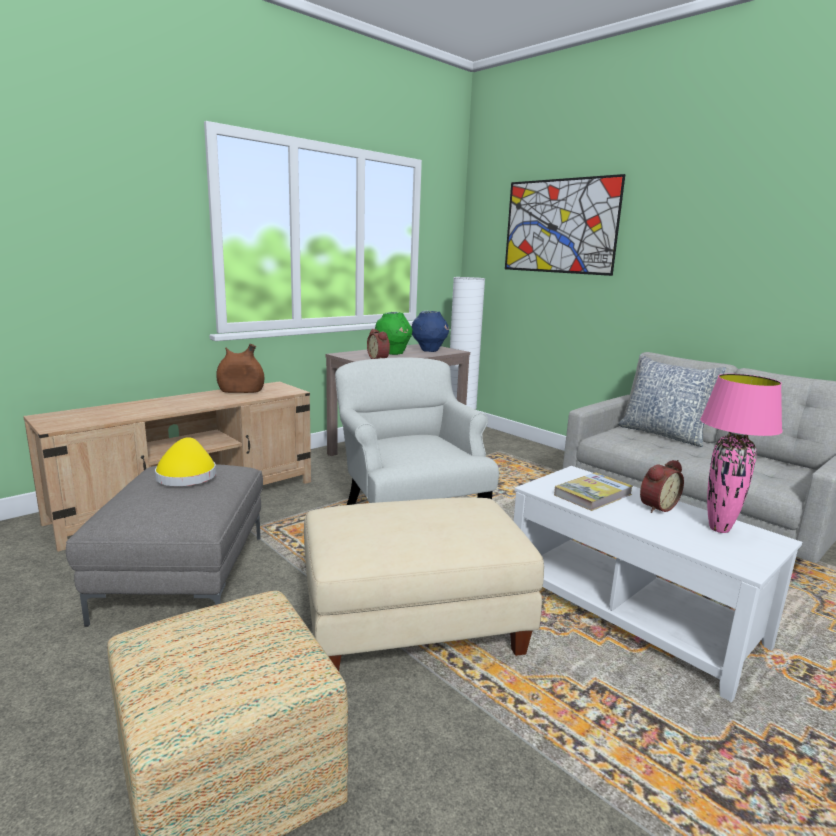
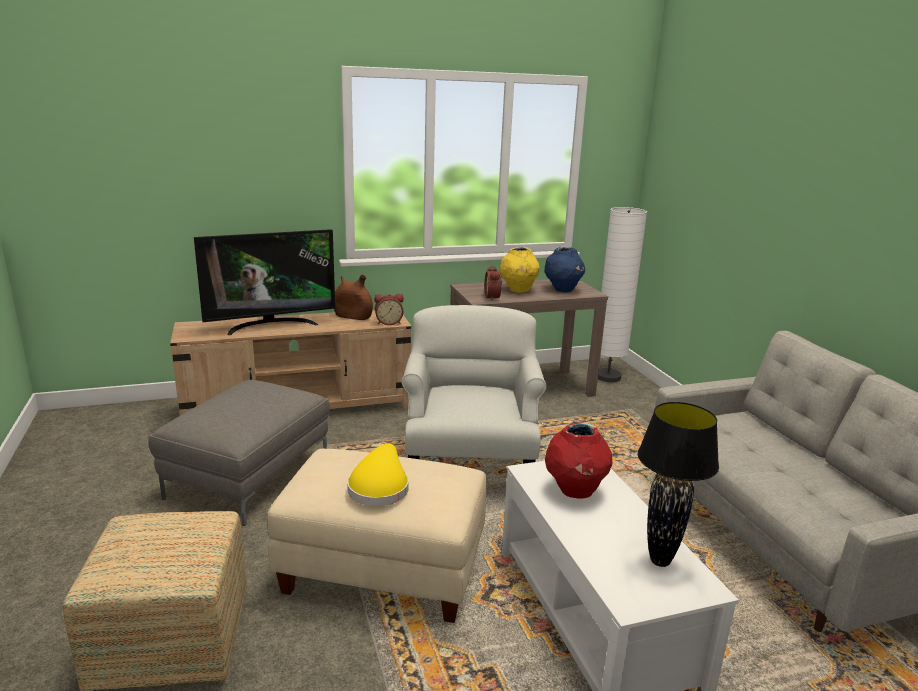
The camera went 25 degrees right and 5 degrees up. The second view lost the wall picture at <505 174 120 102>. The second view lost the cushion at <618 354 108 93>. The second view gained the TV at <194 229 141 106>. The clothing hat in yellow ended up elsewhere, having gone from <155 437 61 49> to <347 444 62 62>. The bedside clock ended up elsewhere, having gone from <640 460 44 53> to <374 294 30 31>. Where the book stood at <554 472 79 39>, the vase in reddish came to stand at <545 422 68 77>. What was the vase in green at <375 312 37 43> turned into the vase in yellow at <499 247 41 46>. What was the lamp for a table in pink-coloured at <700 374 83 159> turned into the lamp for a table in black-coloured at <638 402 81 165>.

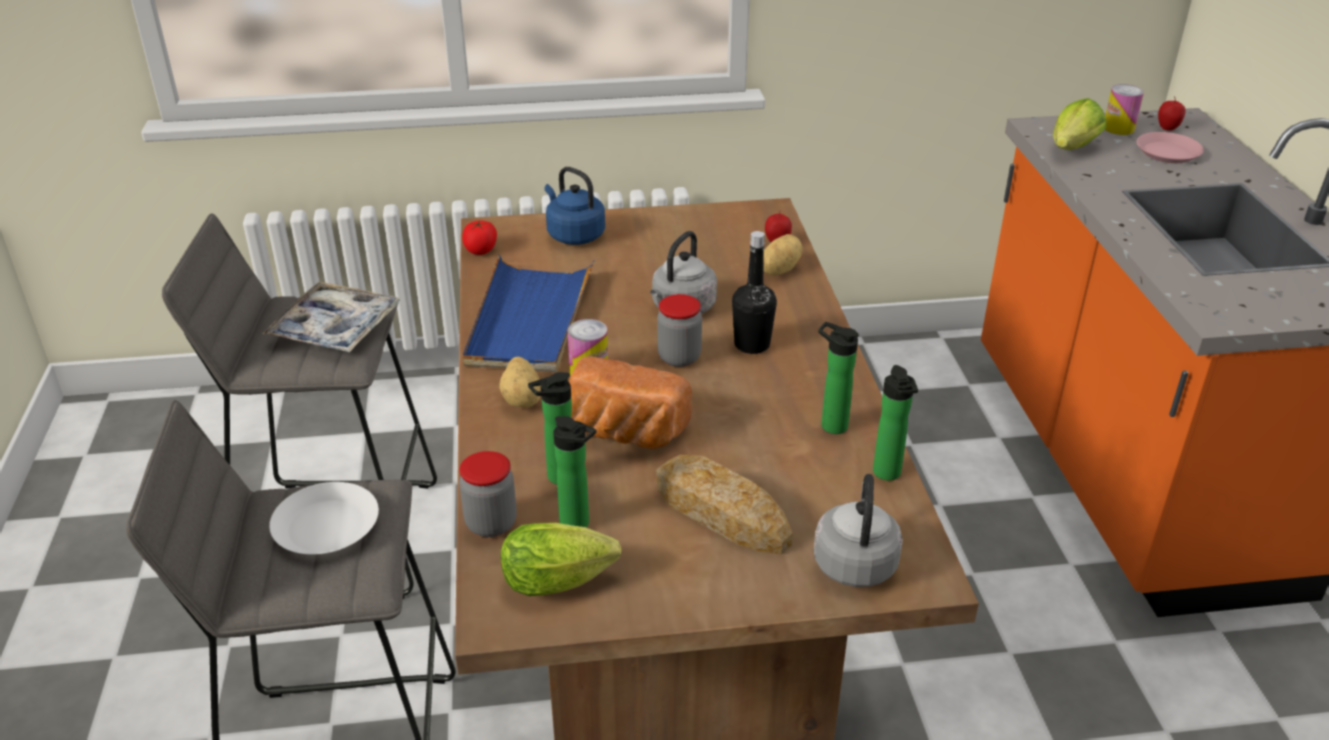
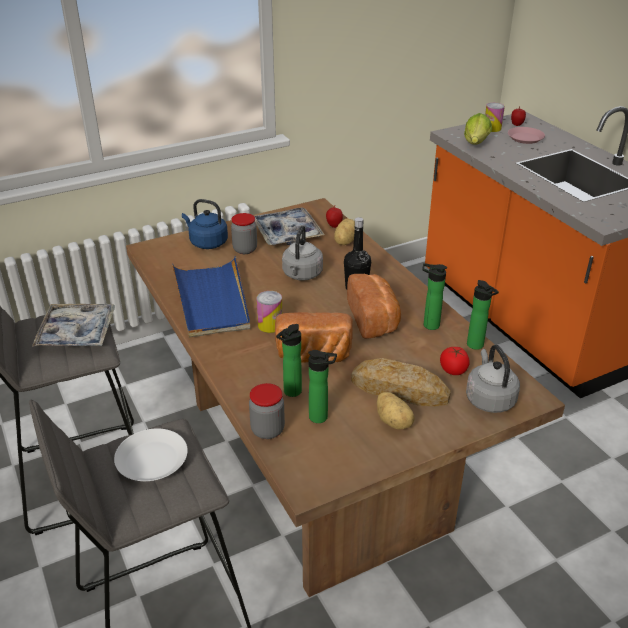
The camera went 20 degrees left and 0 degrees up. The second view lost the lettuce head at <501 523 121 73>. The second view gained the carrying tray at <254 207 71 38>. The second view gained the bread at <347 274 54 65>. The whole tomato ended up elsewhere, having gone from <462 220 35 35> to <440 347 30 28>. The spud ended up elsewhere, having gone from <499 357 42 50> to <377 392 38 38>. The preserve jar ended up elsewhere, having gone from <657 294 45 73> to <231 213 26 41>.

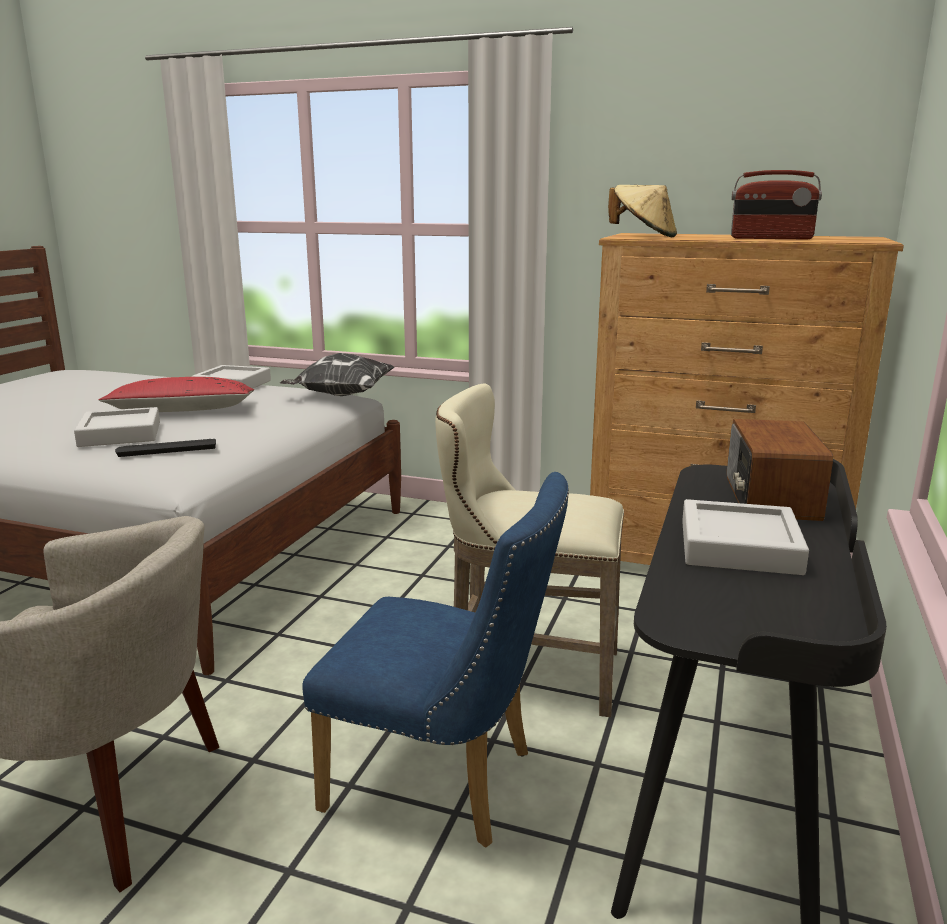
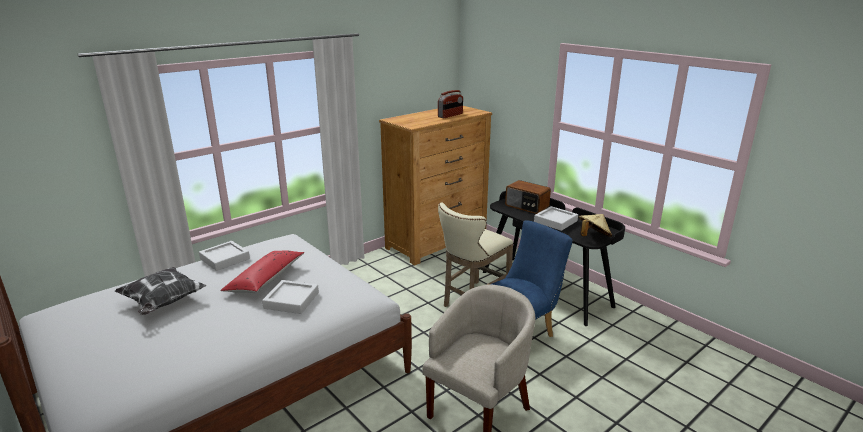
The camera went 60 degrees left and 5 degrees up. The second view lost the PC keyboard at <115 439 101 18>. The cushion ended up elsewhere, having gone from <280 353 114 43> to <115 267 91 48>. The clothing hat in beige ended up elsewhere, having gone from <608 185 69 52> to <578 214 34 23>.

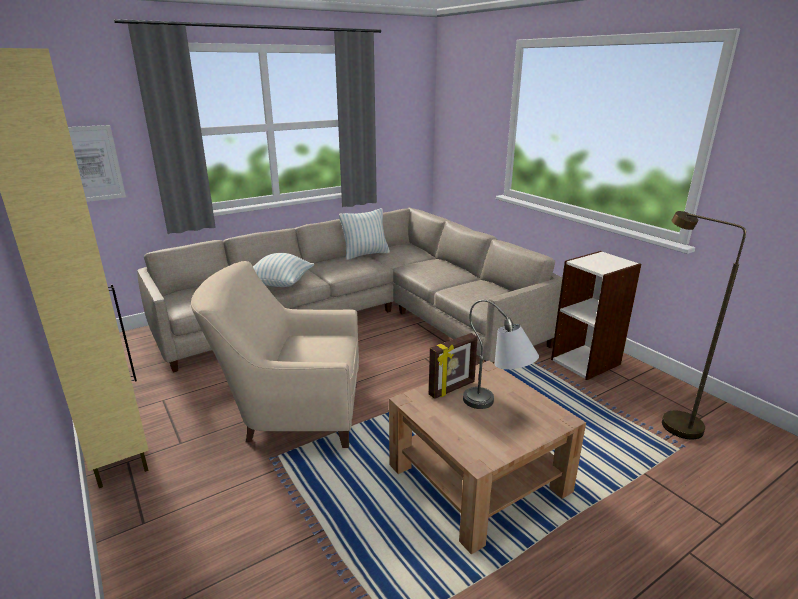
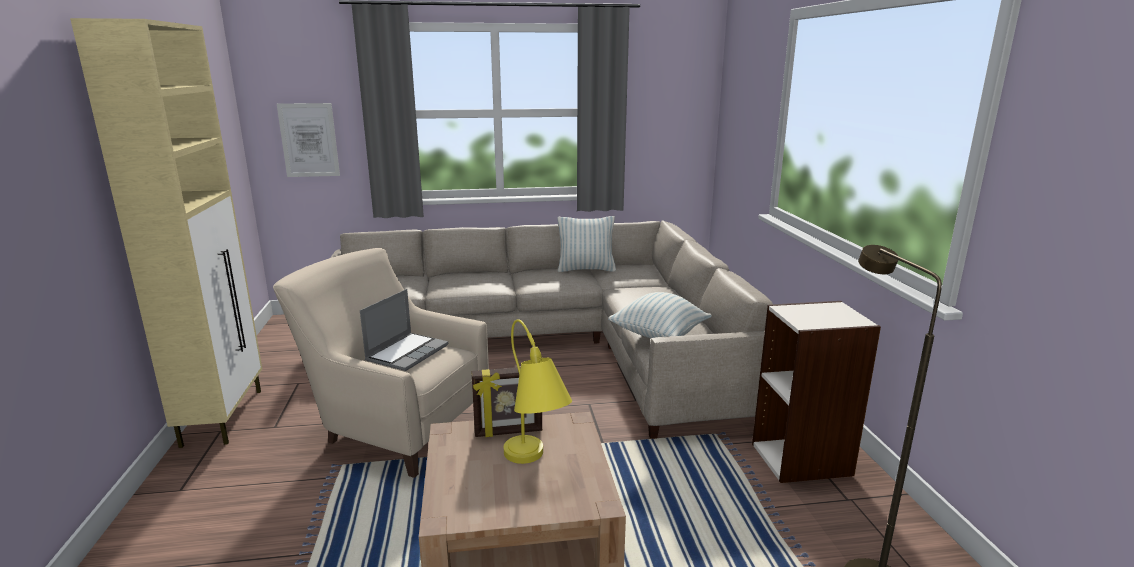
The camera went 25 degrees right and 5 degrees down. The second view gained the laptop at <360 289 88 82>. The cushion ended up elsewhere, having gone from <253 253 61 34> to <608 292 104 47>. What was the lamp for a table in gray at <463 300 76 109> turned into the lamp for a table in yellow at <504 319 68 145>.

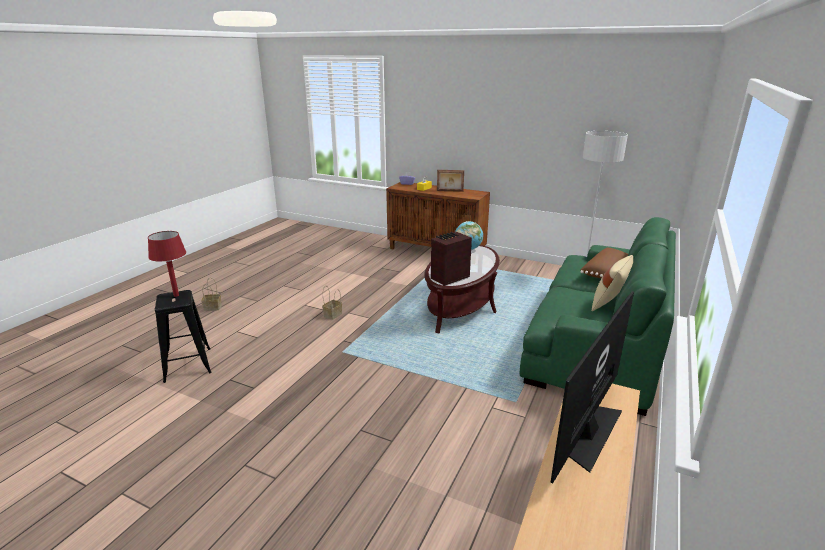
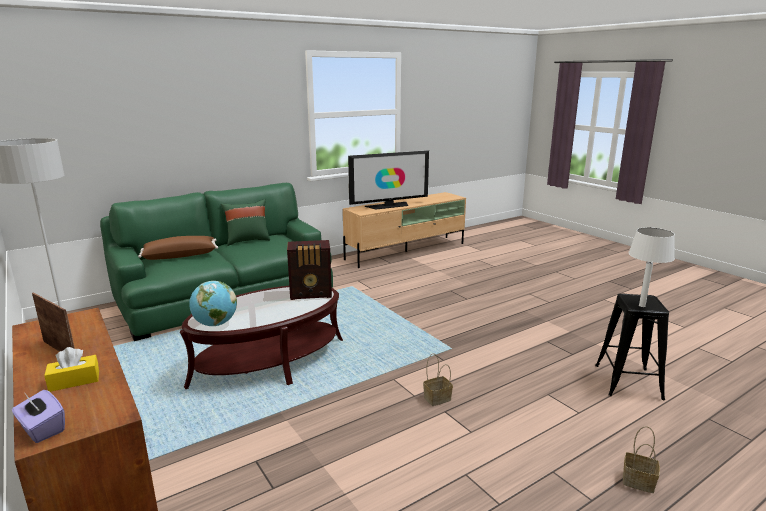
The camera went 150 degrees left and 5 degrees down. What was the lamp for a table in reddish at <148 231 38 66> turned into the lamp for a table in white at <628 227 47 80>. What was the cushion in beige at <592 255 41 57> turned into the cushion in green at <221 199 49 47>.

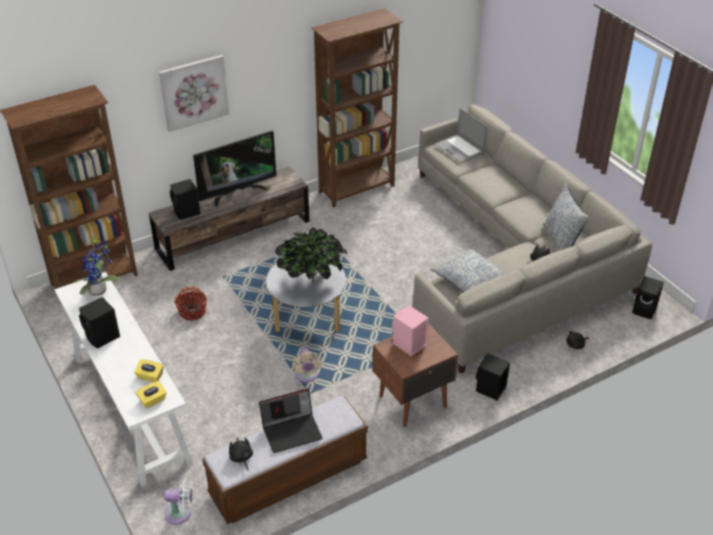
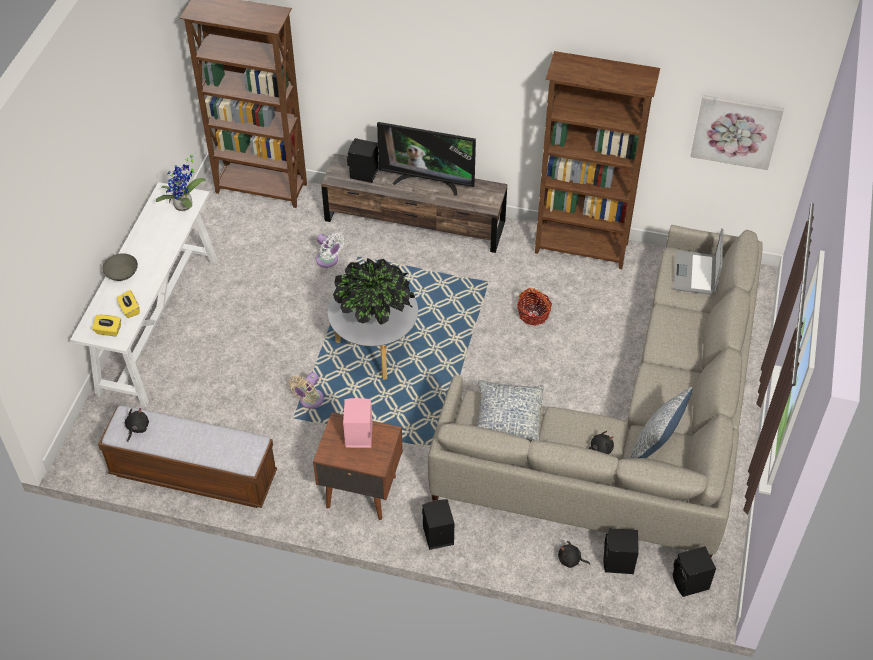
The camera went 45 degrees right and 10 degrees up. The second view lost the laptop at <259 388 63 65>. The second view gained the serving bowl in gray at <102 253 36 28>. The loudspeaker in black-coloured ended up elsewhere, having gone from <79 297 41 52> to <603 528 36 46>. The wall picture ended up elsewhere, having gone from <159 55 70 77> to <690 95 94 75>. The fan in white ended up elsewhere, having gone from <164 478 29 47> to <316 233 28 35>. The basket ended up elsewhere, having gone from <174 287 33 34> to <517 288 35 38>.

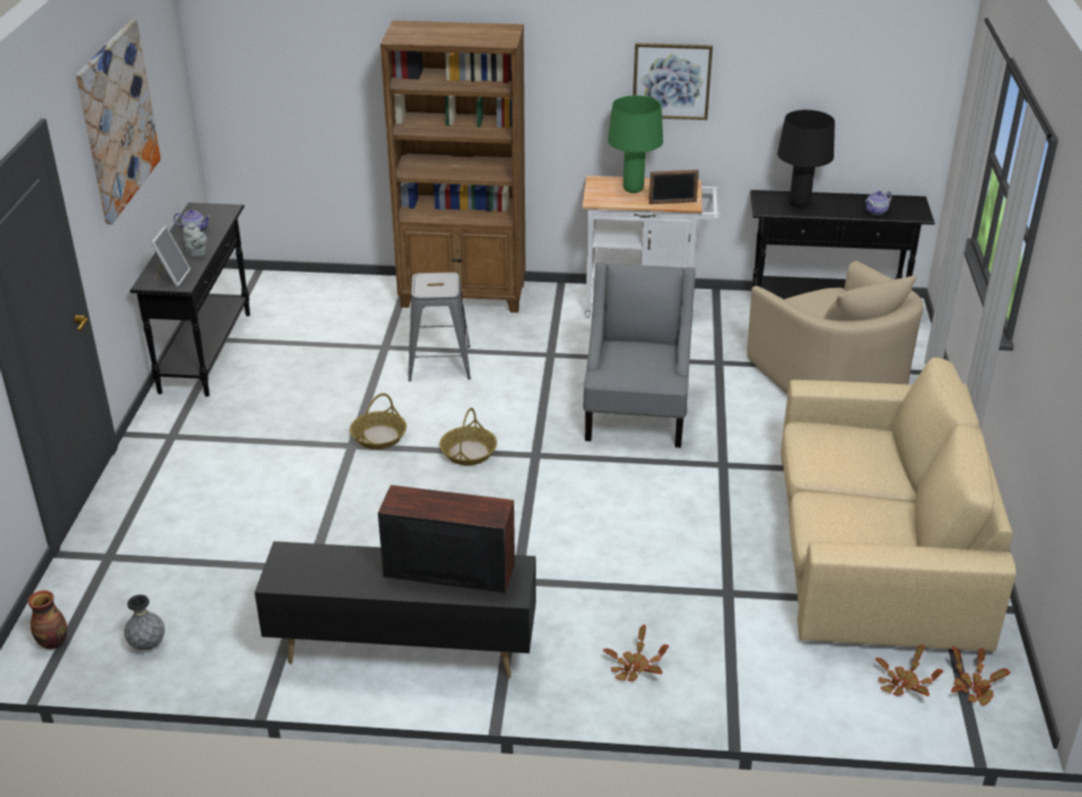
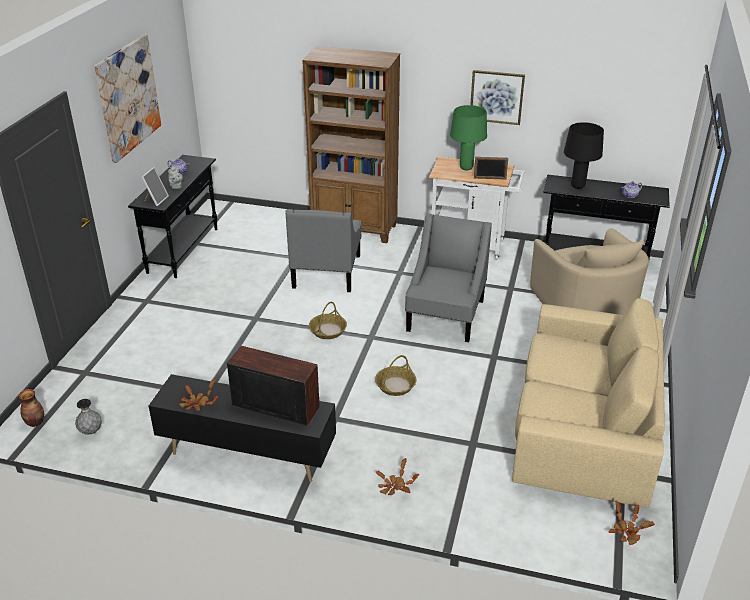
The camera went 10 degrees right and 0 degrees up. The basket ended up elsewhere, having gone from <350 393 57 56> to <375 355 42 41>. The plant in a pot ended up elsewhere, having gone from <875 644 69 52> to <179 379 39 32>. Where the stool in gray stood at <408 272 63 109>, the easy chair in gray came to stand at <285 209 76 83>.

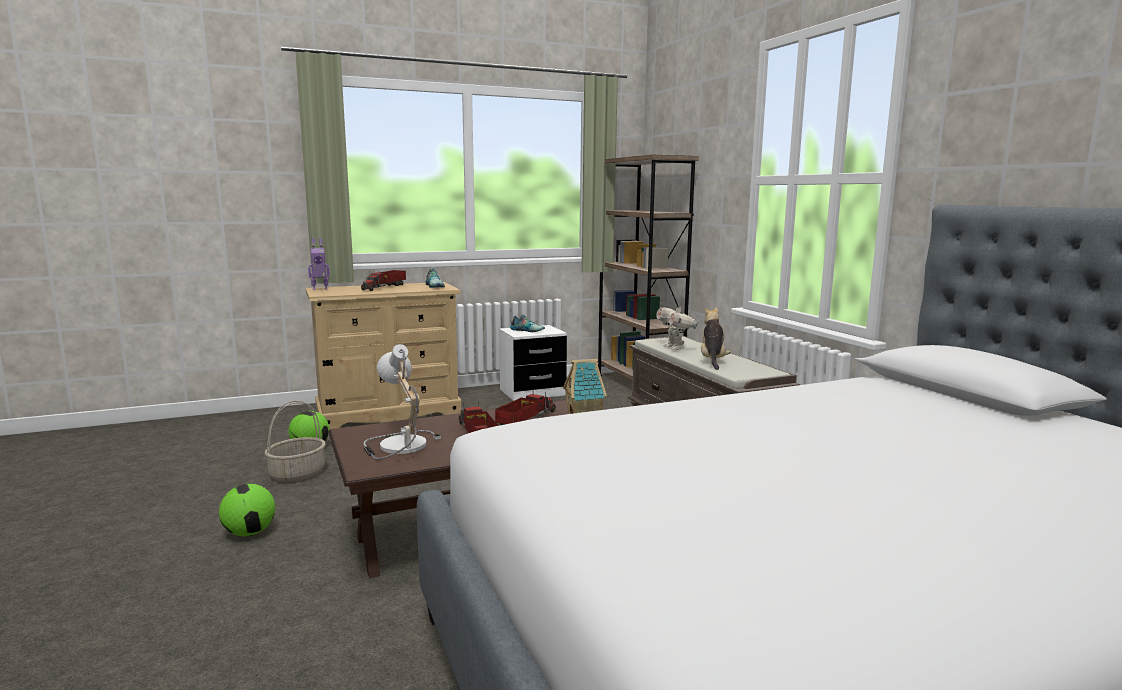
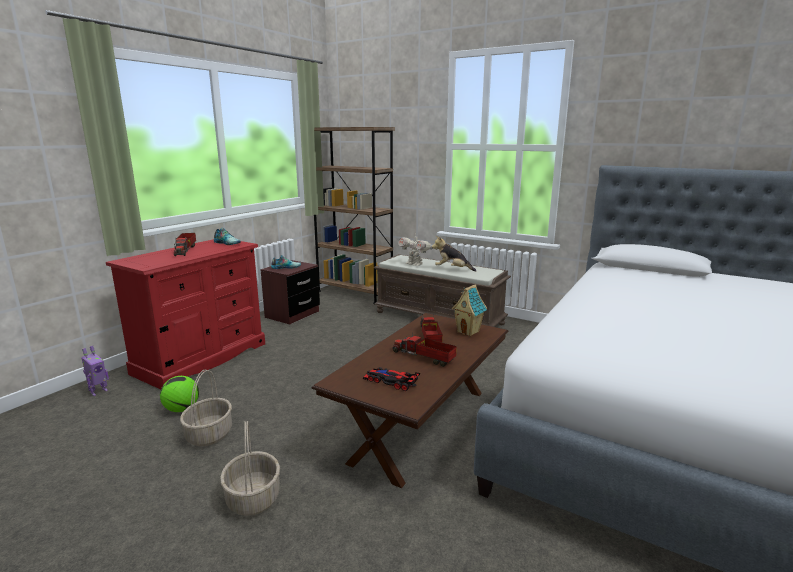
The camera went 35 degrees left and 5 degrees up. The model robot ended up elsewhere, having gone from <308 238 22 52> to <81 346 28 50>. Where the ball for football stood at <219 484 56 53>, the basket came to stand at <220 421 60 95>. Where the lamp for a table stood at <363 344 78 116>, the toy car came to stand at <363 367 57 24>. What was the drawer chest in beige at <306 282 156 147> turned into the drawer chest in reddish at <106 239 159 150>. What was the nightstand in white at <499 325 68 76> turned into the nightstand in brown-coloured at <260 260 60 64>. The cuddly toy at <701 307 30 63> ended up facing another way, 45 degrees counterclockwise from before.

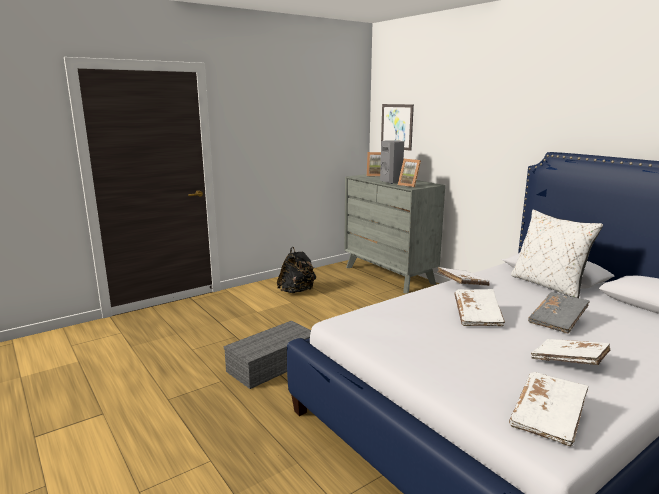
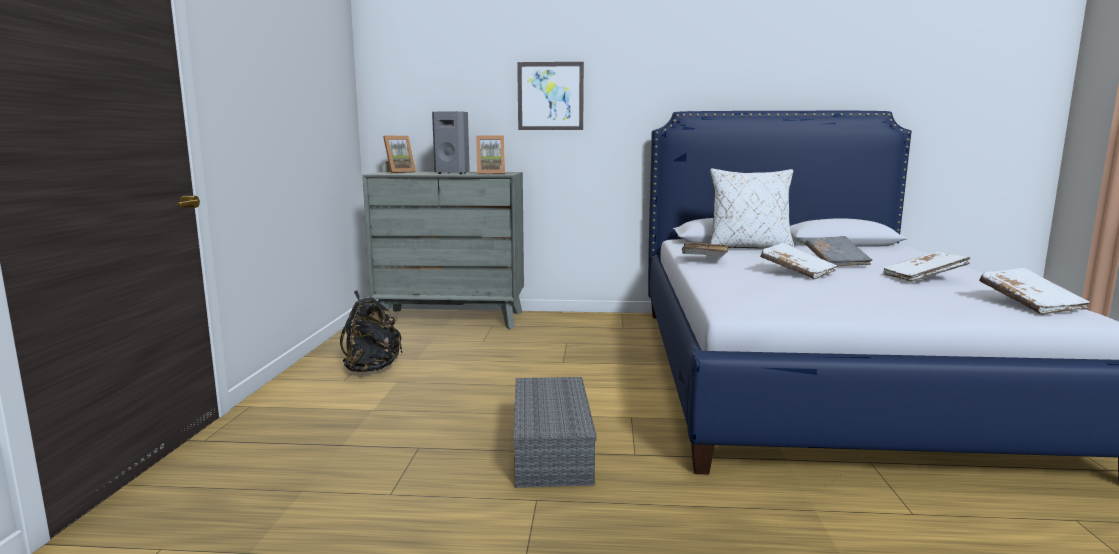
The camera went 50 degrees left and 5 degrees down. The wall picture ended up elsewhere, having gone from <381 104 33 47> to <517 62 67 68>.

